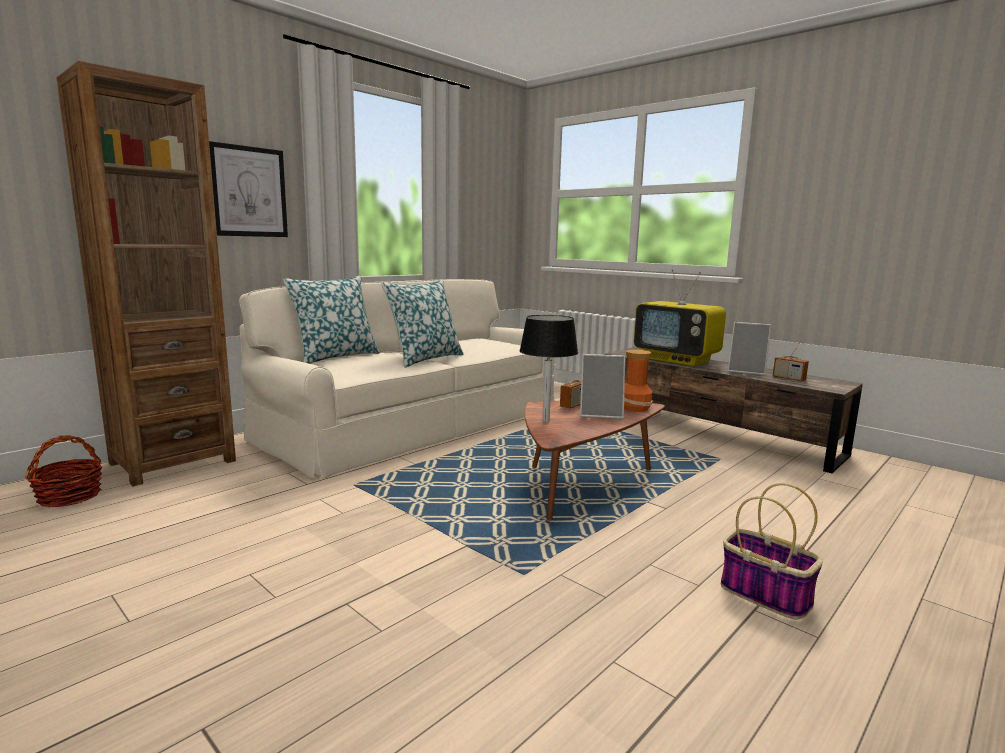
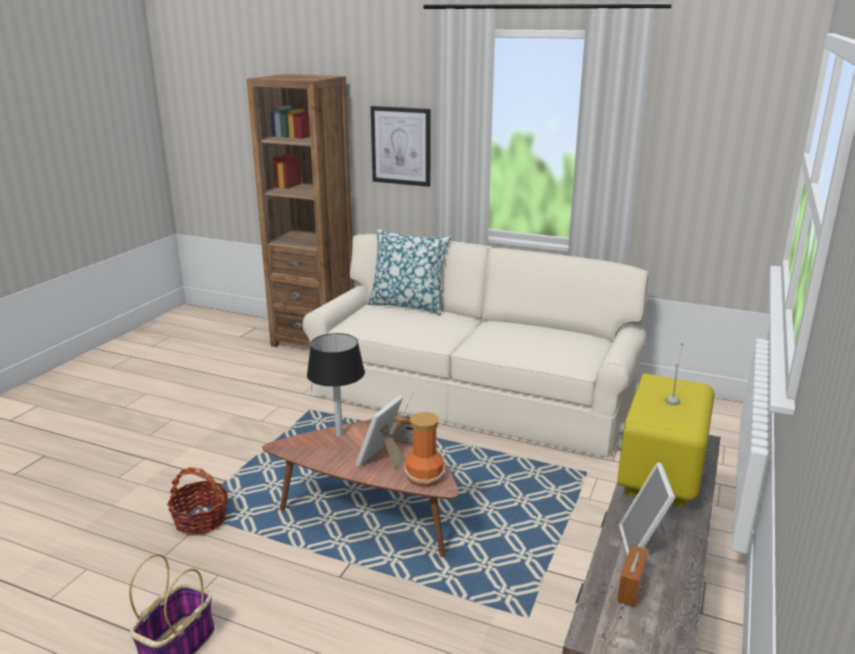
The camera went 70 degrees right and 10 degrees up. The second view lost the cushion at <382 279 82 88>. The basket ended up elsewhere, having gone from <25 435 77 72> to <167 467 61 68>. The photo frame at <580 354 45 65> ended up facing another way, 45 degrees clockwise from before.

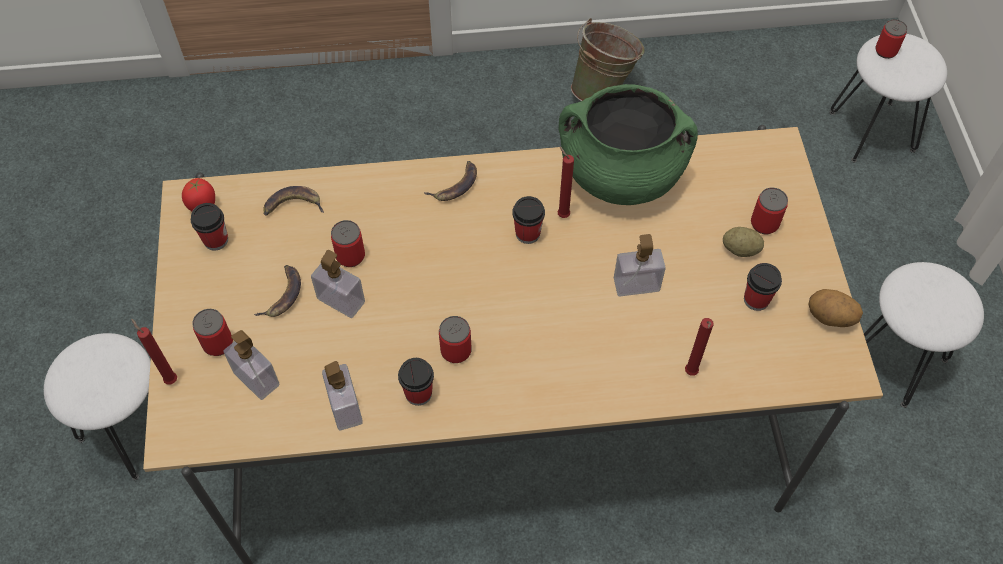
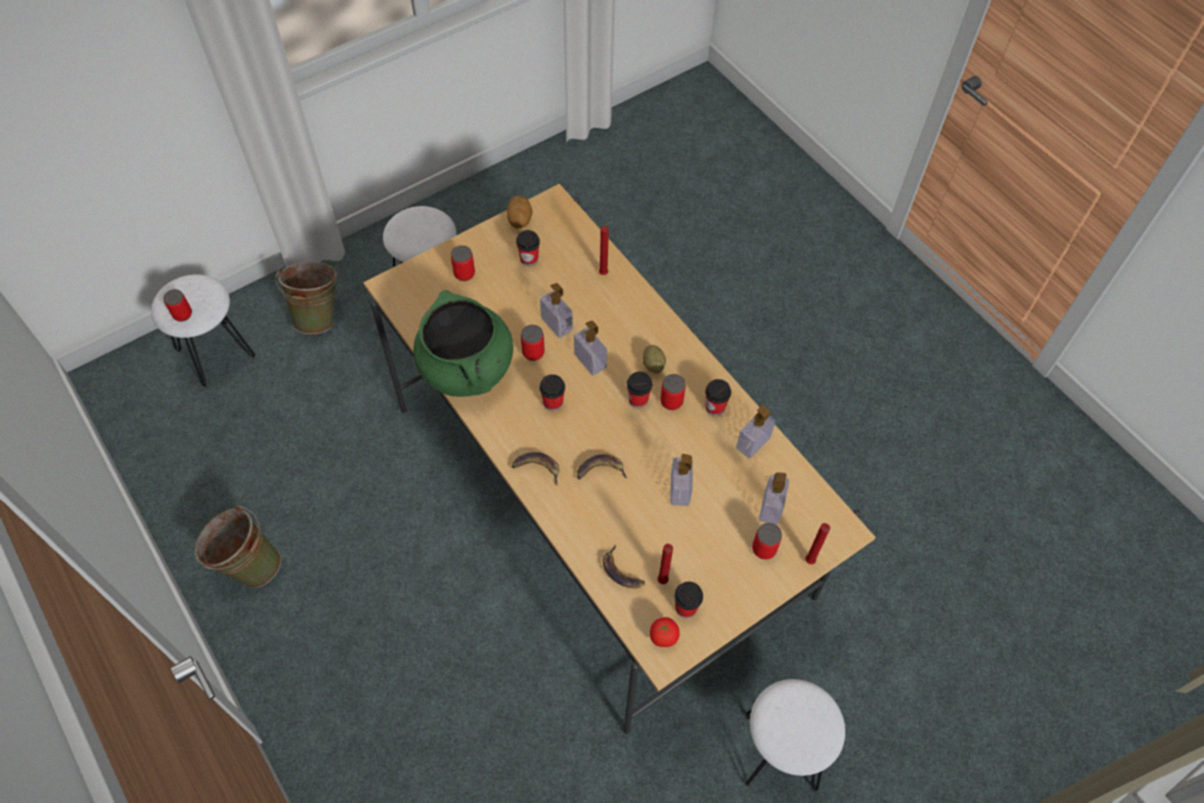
The camera went 120 degrees left and 0 degrees up. The second view gained the pail in green at <275 262 63 72>. The second view gained the soap bottle at <574 321 33 54>. The second view gained the cup at <627 372 25 36>. The whole banana ended up elsewhere, having gone from <254 265 47 52> to <577 454 50 25>. The sealed can ended up elsewhere, having gone from <331 220 34 47> to <521 325 24 36>. The wax light in reddish ended up elsewhere, having gone from <558 146 16 72> to <658 544 15 40>. The spud ended up elsewhere, having gone from <723 227 41 30> to <643 345 23 28>.

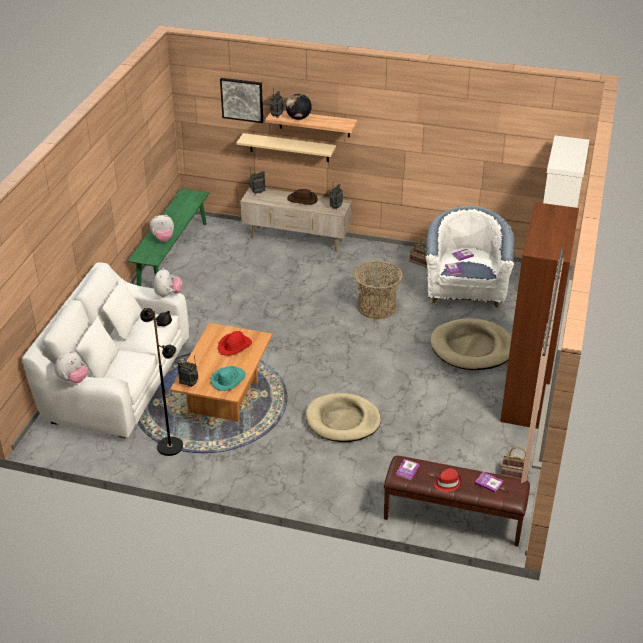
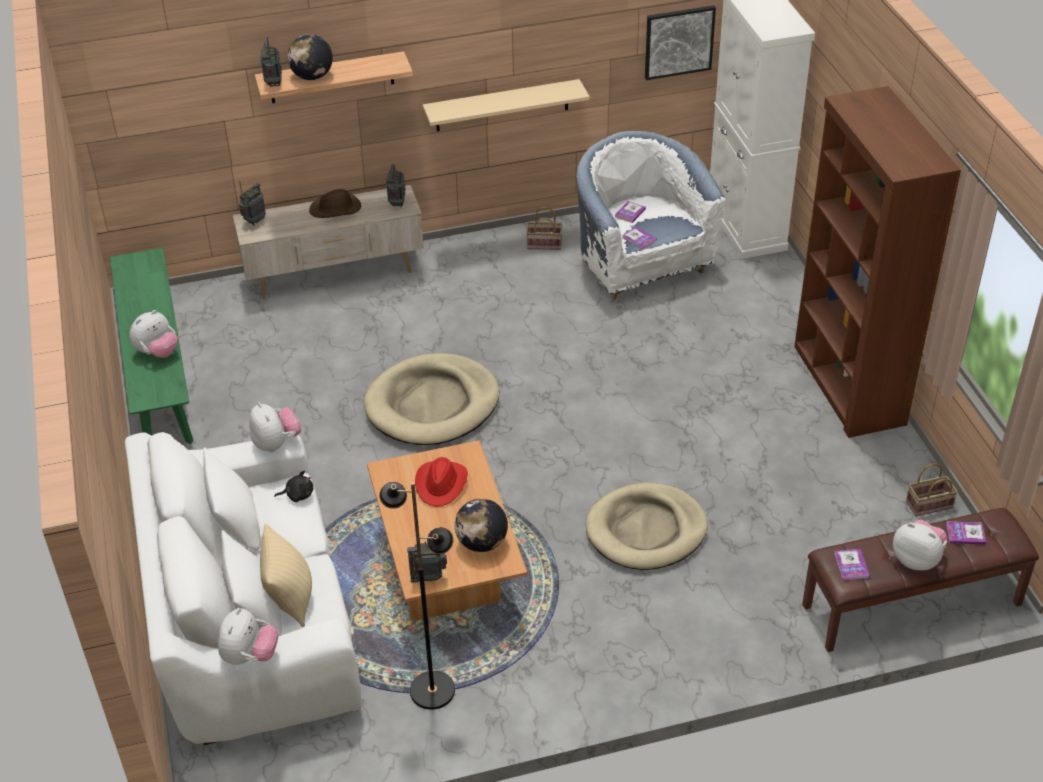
The camera went 30 degrees left and 5 degrees up. The second view lost the basket at <354 261 49 58>. The second view gained the cushion in beige at <260 524 52 103>. The wall picture ended up elsewhere, having gone from <220 78 43 45> to <645 5 71 75>. The shelf in beige ended up elsewhere, having gone from <236 133 100 29> to <423 79 167 52>. The dog bed in beige ended up elsewhere, having gone from <430 318 82 52> to <364 353 136 92>. Where the clothing hat in blue-green stood at <211 366 35 25>, the world globe came to stand at <454 499 54 53>. Where the clothing hat in reddish stood at <434 468 27 24>, the cuddly toy came to stand at <893 519 54 52>.

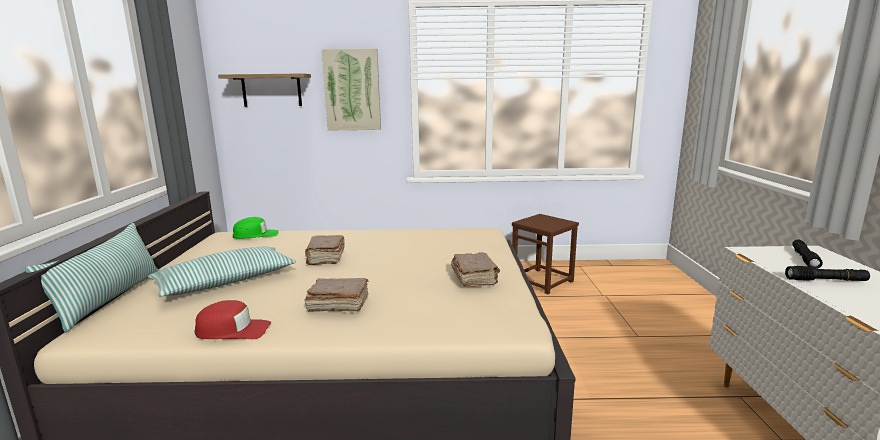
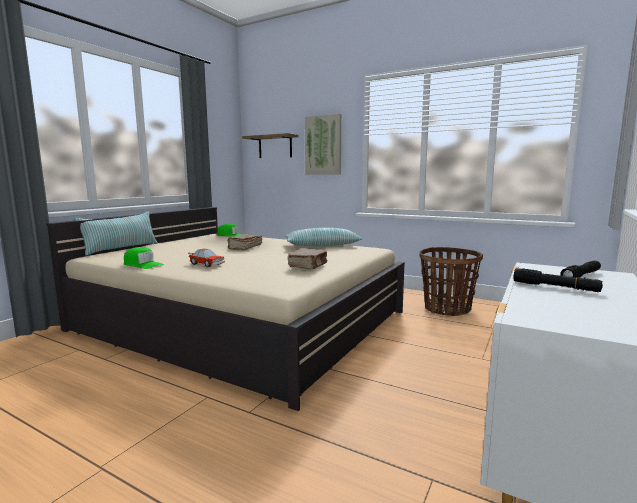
The camera went 30 degrees right and 5 degrees down. The cushion ended up elsewhere, having gone from <148 246 148 50> to <285 228 78 18>. Where the book in brown-coloured stood at <305 278 63 34>, the toy car came to stand at <188 249 37 18>. Where the stool in brown-coloured stood at <512 214 67 80>, the basket came to stand at <419 247 64 69>. What was the cap in reddish at <195 300 76 39> turned into the cap in green at <124 247 40 22>.

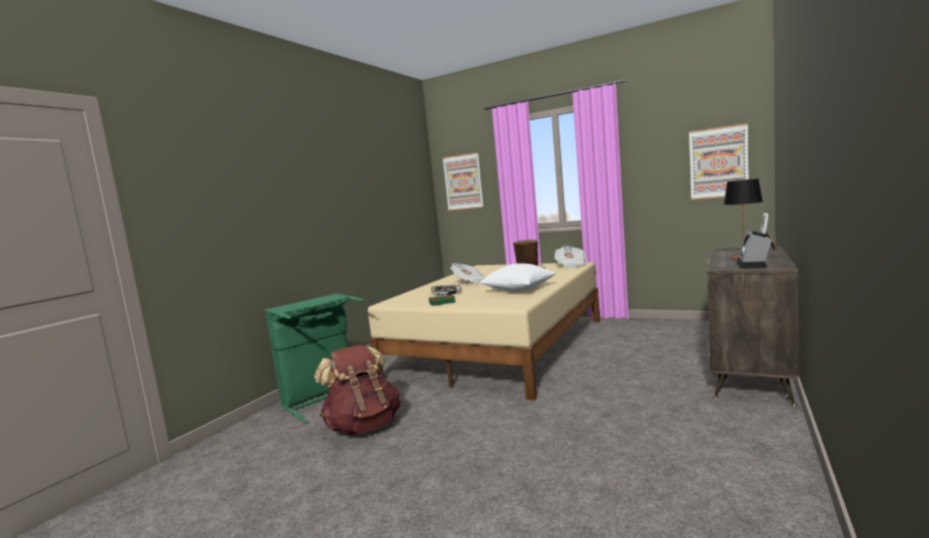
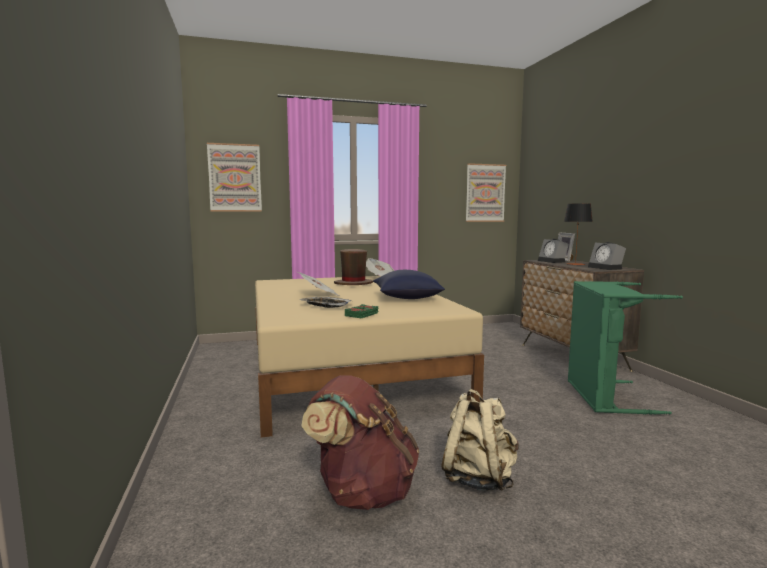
The camera went 45 degrees left and 0 degrees up. The second view gained the backpack in beige at <441 389 78 102>. The second view gained the bedside clock at <538 239 31 24>. The laundry basket in green ended up elsewhere, having gone from <265 293 98 130> to <568 281 115 134>. What was the cushion in white at <480 263 76 28> turned into the cushion in blue at <373 270 72 29>.

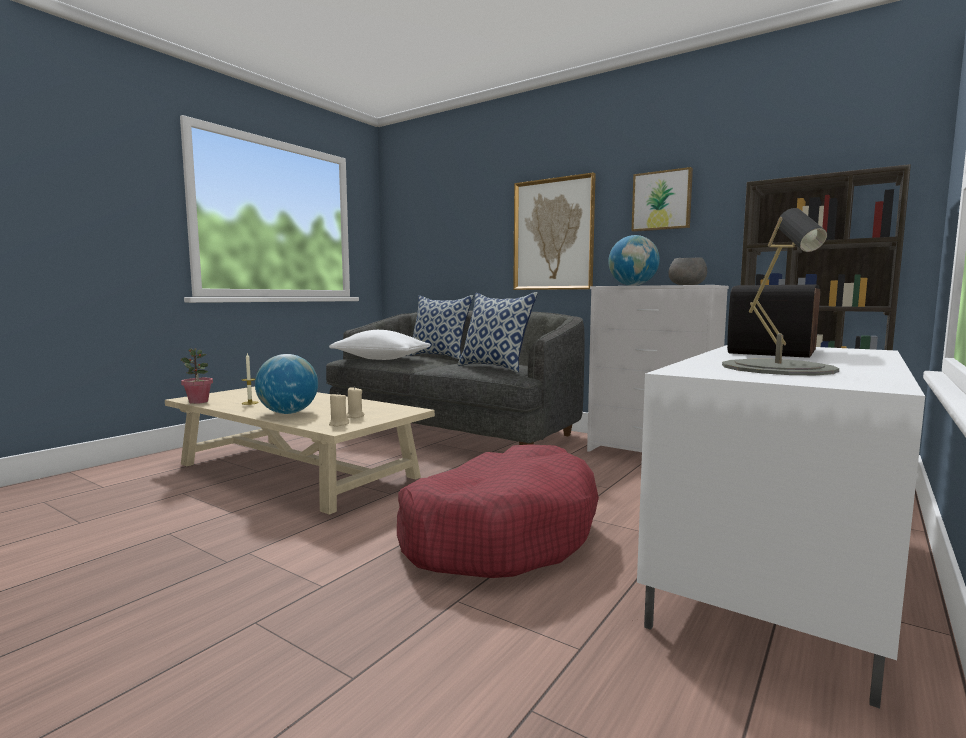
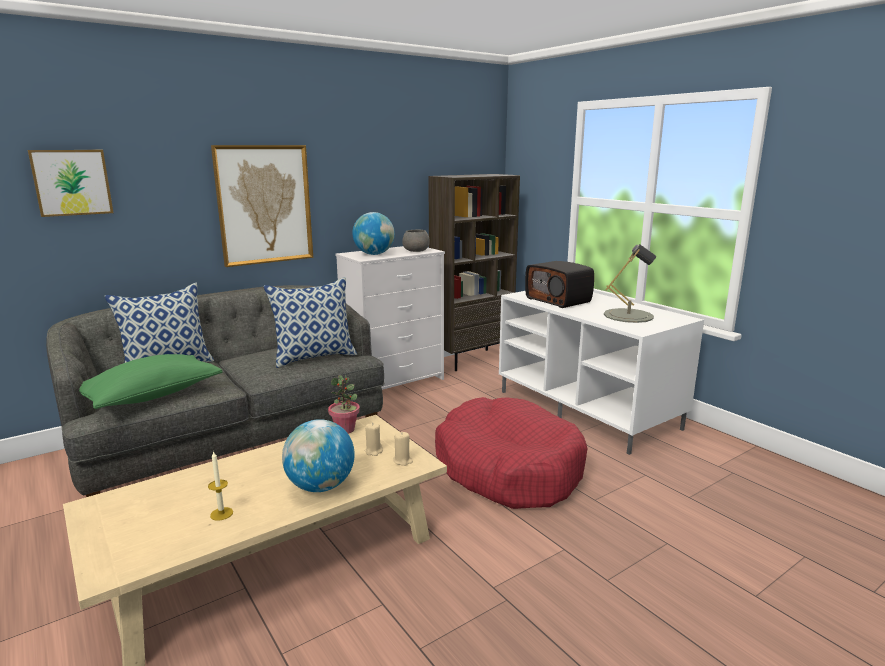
The camera went 70 degrees left and 10 degrees up. The plant in a pot ended up elsewhere, having gone from <181 348 32 56> to <328 375 32 59>. The wall picture ended up elsewhere, having gone from <632 167 61 65> to <28 150 85 67>. What was the cushion in white at <329 330 102 30> turned into the cushion in green at <79 354 144 55>.

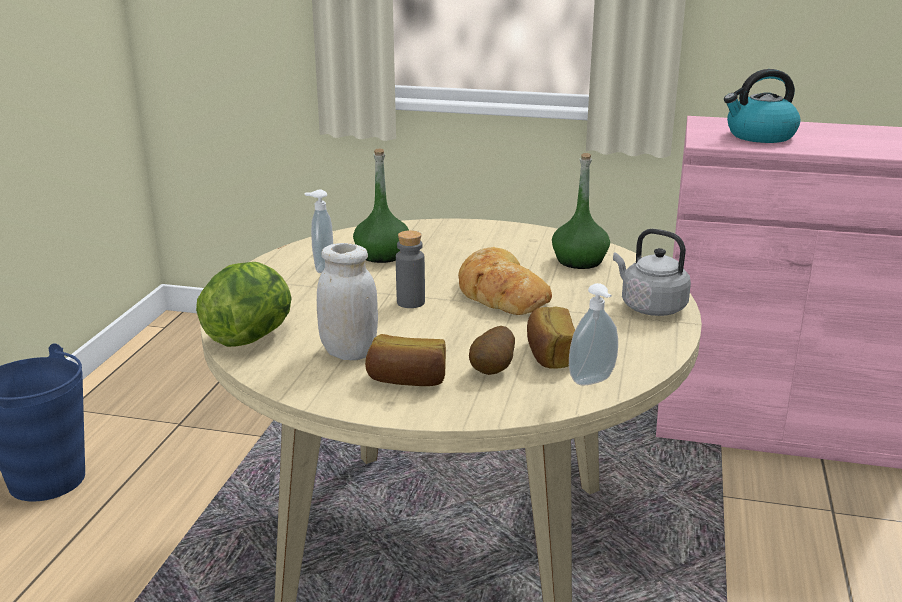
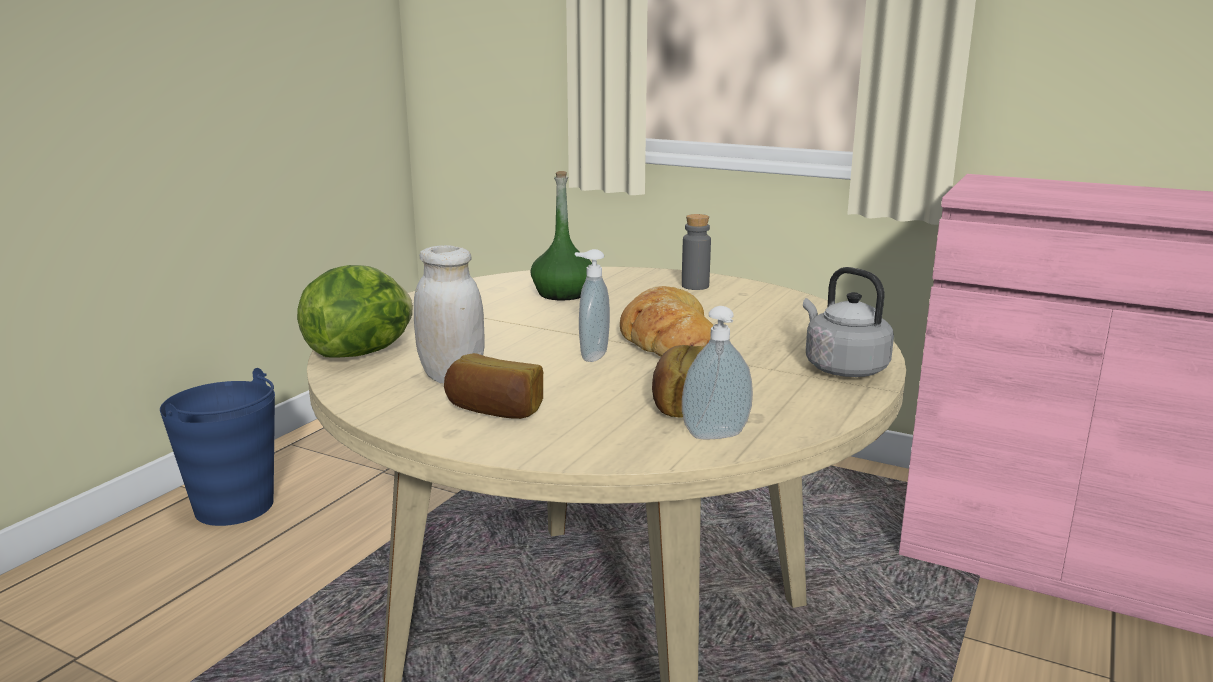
The camera went 15 degrees right and 5 degrees down. The second view lost the spud at <469 326 46 49>. The second view lost the bottle in green at <552 153 58 116>. The second view lost the tea kettle at <724 69 76 74>. The soap bottle ended up elsewhere, having gone from <304 189 29 84> to <575 249 35 113>. The bottle in gray ended up elsewhere, having gone from <396 230 29 78> to <682 214 29 76>.

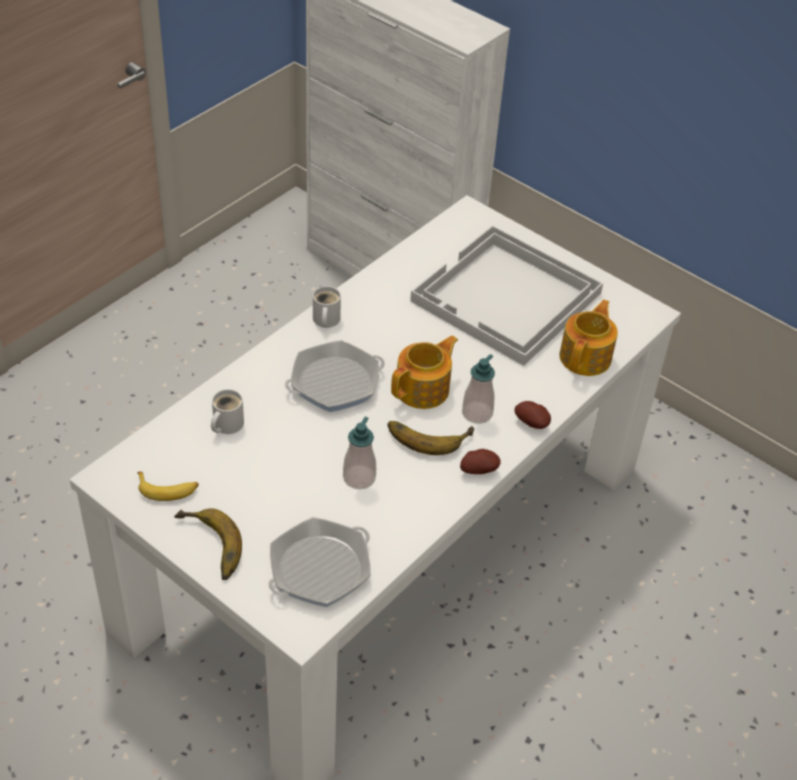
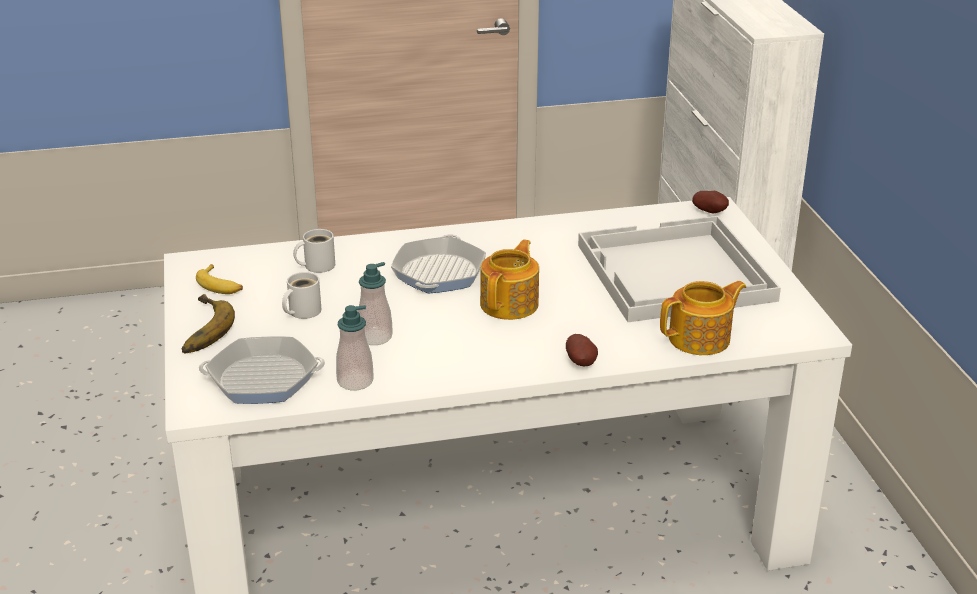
The camera went 40 degrees right and 15 degrees down. The second view lost the whole banana at <388 421 86 34>. The coffee mug in white ended up elsewhere, having gone from <313 286 28 42> to <282 272 39 47>. The spud ended up elsewhere, having gone from <460 449 41 25> to <692 191 37 22>. The soap bottle ended up elsewhere, having gone from <462 354 33 70> to <336 305 38 86>. The frying pan at <285 340 100 72> ended up facing another way, 90 degrees clockwise from before. The pot for tea at <391 335 67 74> ended up facing another way, 60 degrees counterclockwise from before.

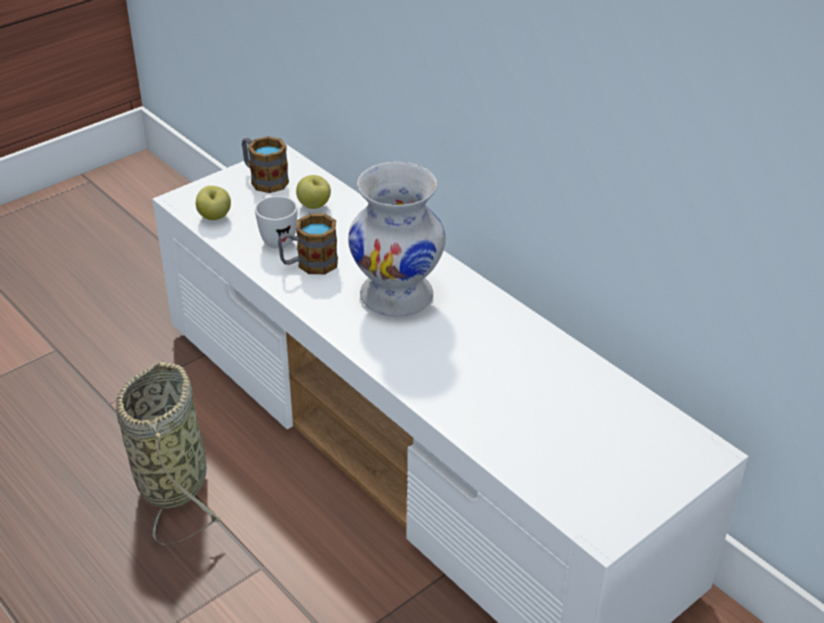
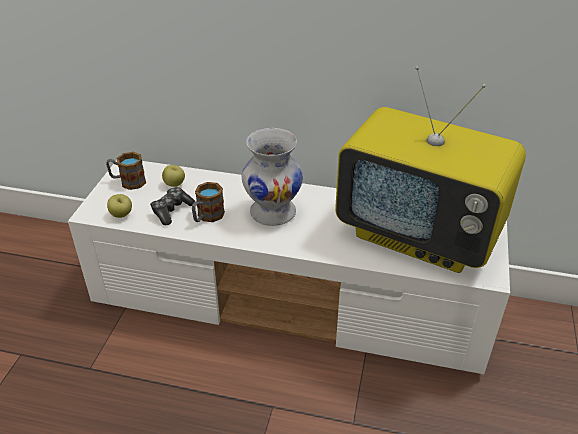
The camera went 35 degrees left and 0 degrees up. The second view lost the basket at <116 361 108 185>. The second view gained the TV at <335 66 191 207>. Where the coffee mug in white stood at <255 195 42 53>, the game controller came to stand at <150 187 45 39>.

